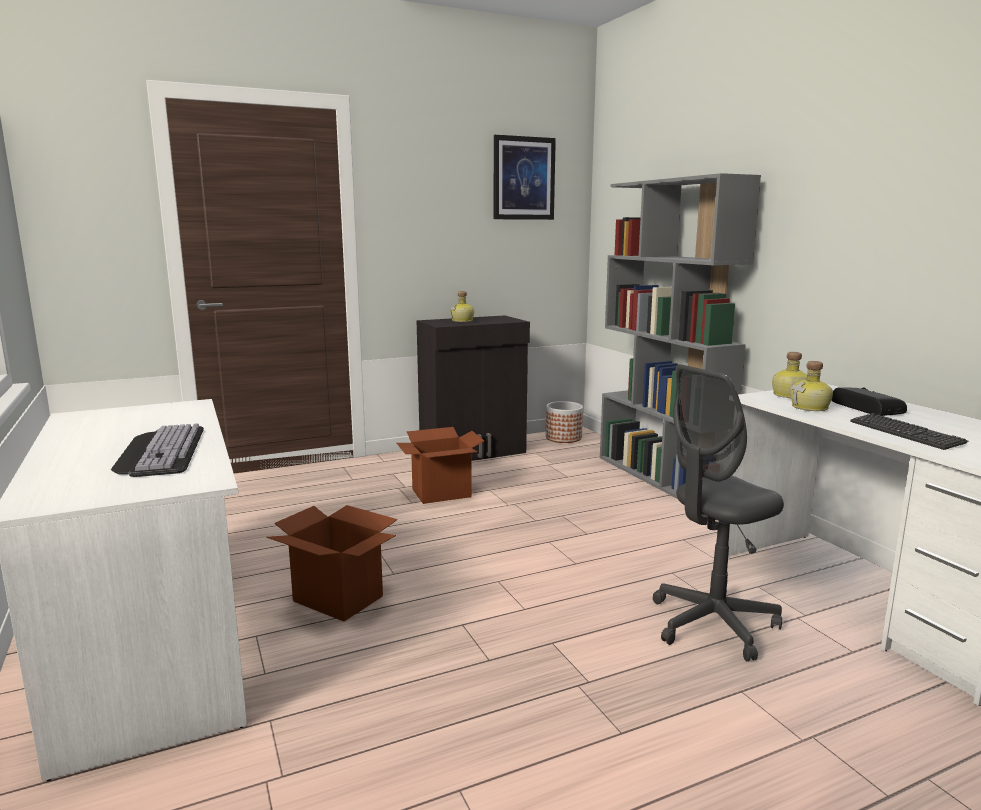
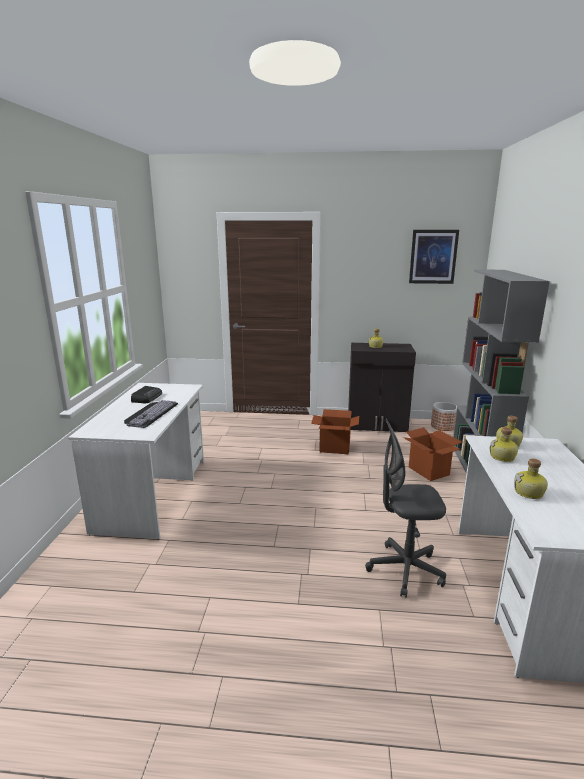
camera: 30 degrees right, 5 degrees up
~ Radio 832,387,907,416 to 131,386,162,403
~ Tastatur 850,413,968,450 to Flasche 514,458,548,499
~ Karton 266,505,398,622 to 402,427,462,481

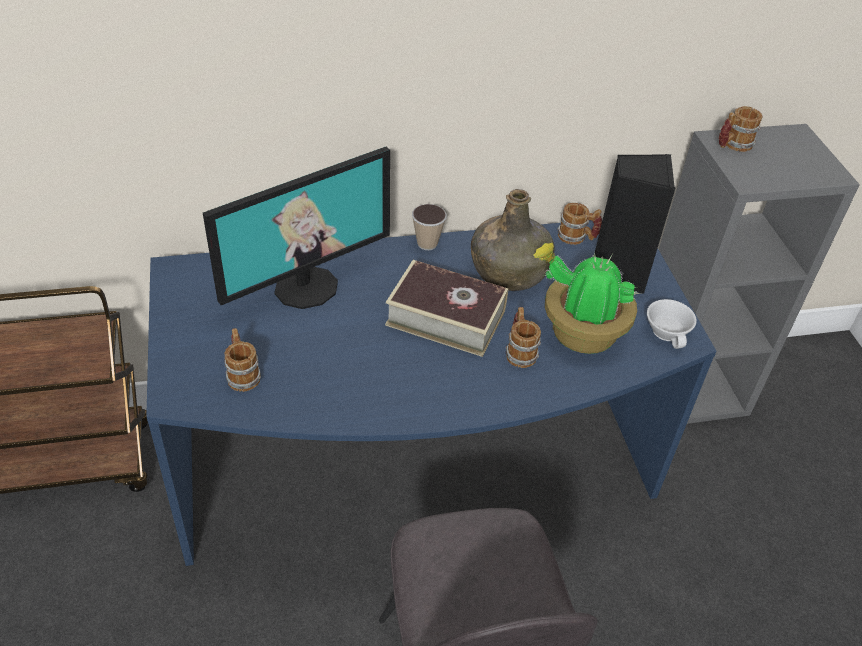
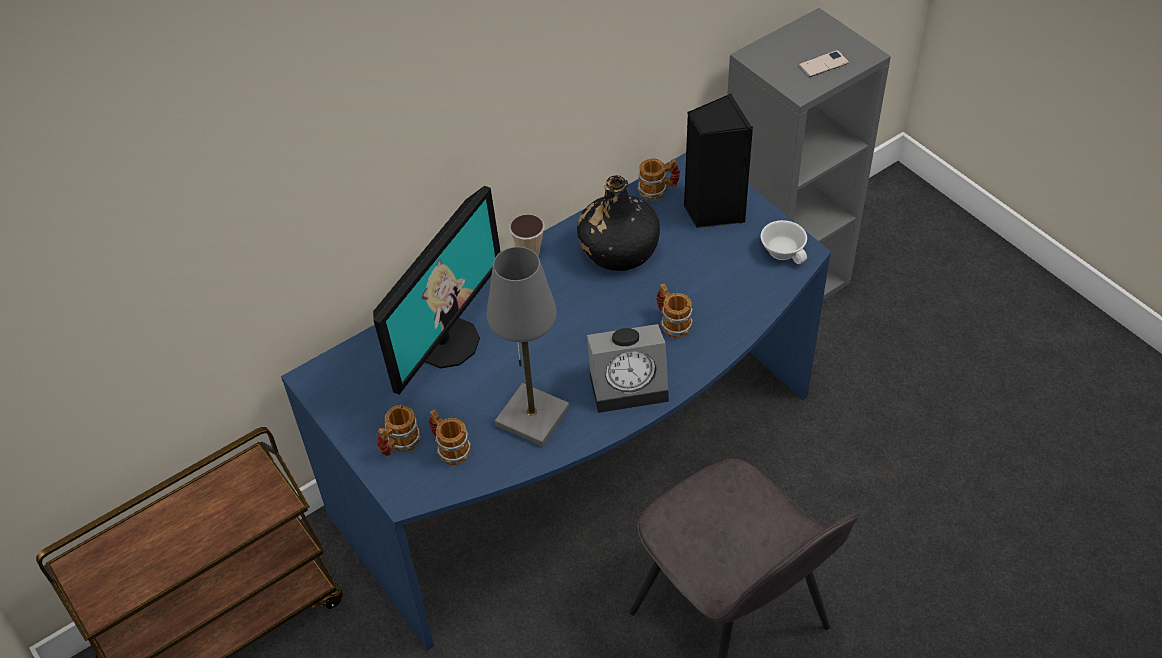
camera: 20 degrees left, 5 degrees up
~ Henkelbecher 719,106,762,152 to 378,405,421,456
~ Flasche (grün) 471,189,555,291 to Flasche (schwarz) 577,175,660,271
- Topfpflanze 533,243,641,354
- Buch 385,260,508,357
+ Handy 798,50,850,77
+ Tischlampe (grau) 487,247,569,447
+ Wecker 587,324,669,413

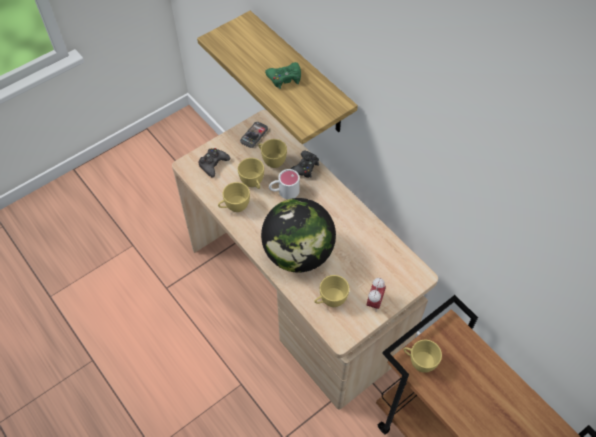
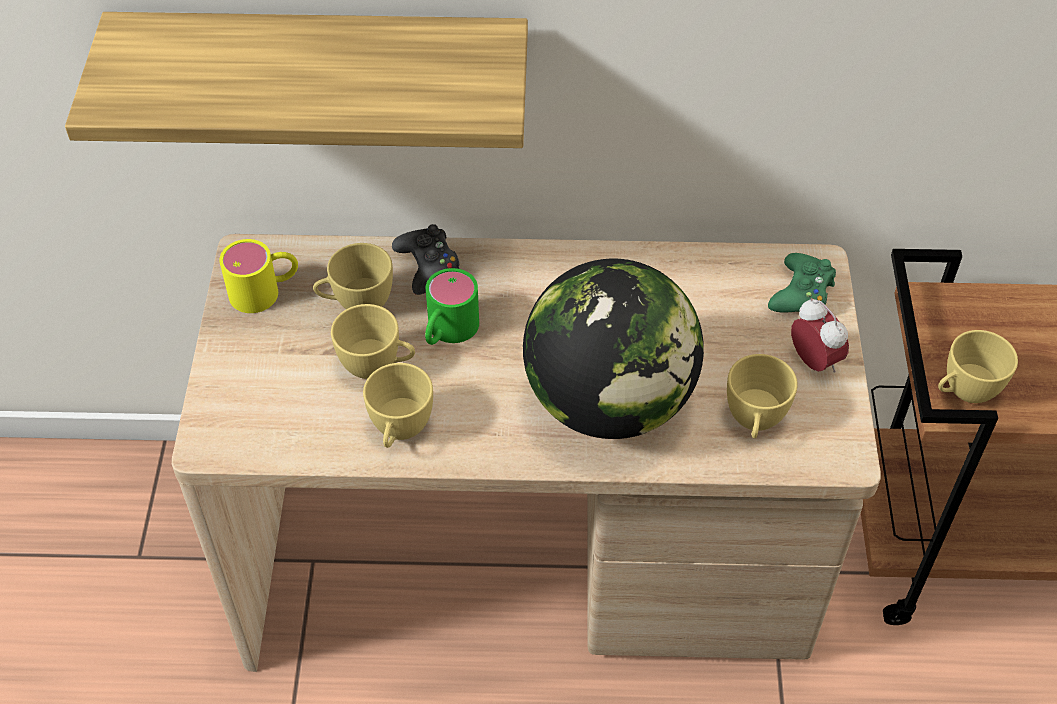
camera: 50 degrees left, 5 degrees down
~ Gamepad (grün) 265,62,301,89 to 768,253,836,313
~ Handy 240,122,268,148 to Henkelbecher (gelb) 219,239,298,313
- Gamepad (schwarz) 199,148,230,177
~ Henkelbecher (weiß) 269,169,300,199 to Henkelbecher (grün) 425,268,479,345

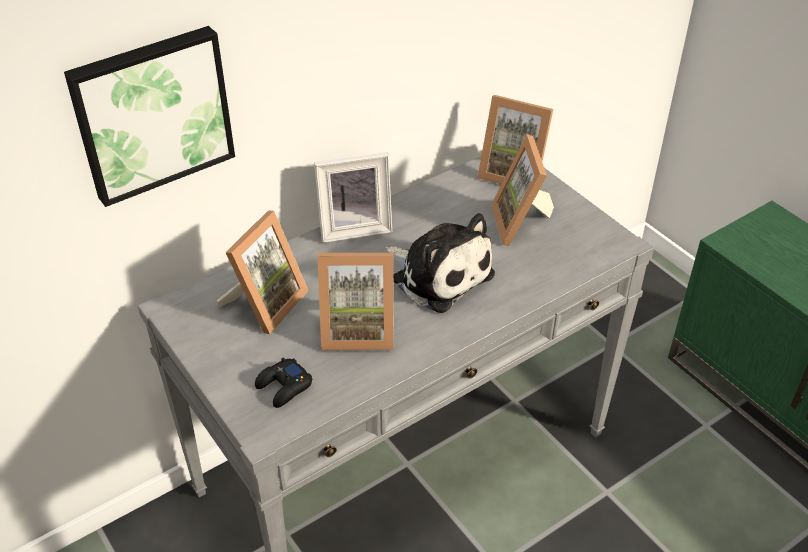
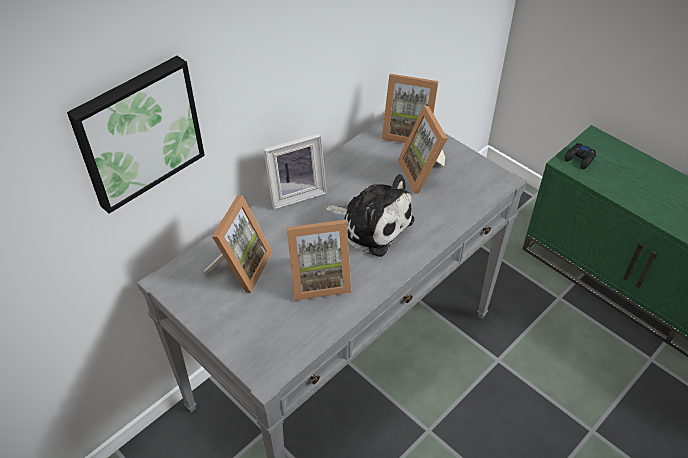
camera: 10 degrees left, 5 degrees up
~ Gamepad (schwarz) 255,358,312,408 to 565,143,596,169

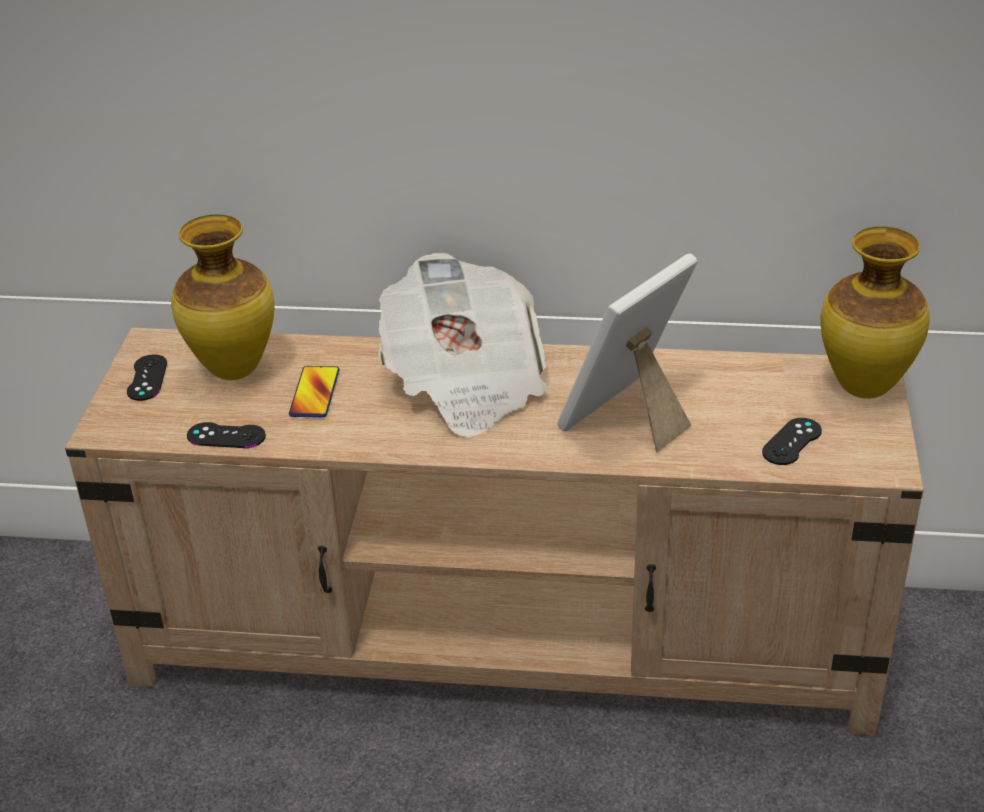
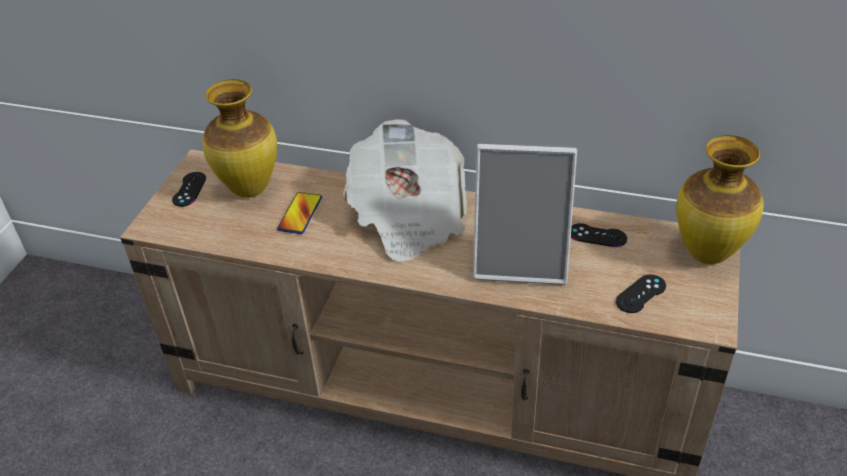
camera: 10 degrees right, 5 degrees up
~ Bilderrahmen 557,253,698,452 = 473,144,577,285 135 degrees counterclockwise
~ Gamepad (schwarz) 187,422,266,448 to 571,223,627,247

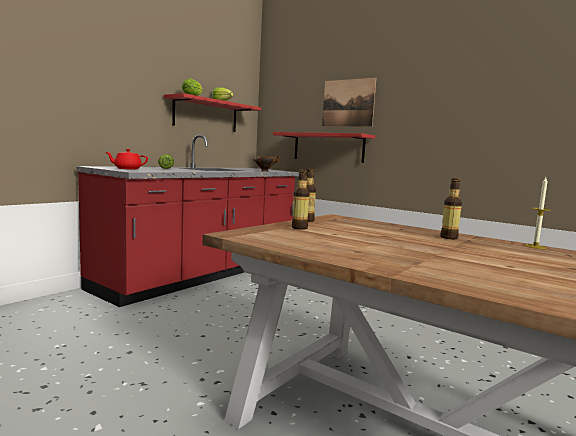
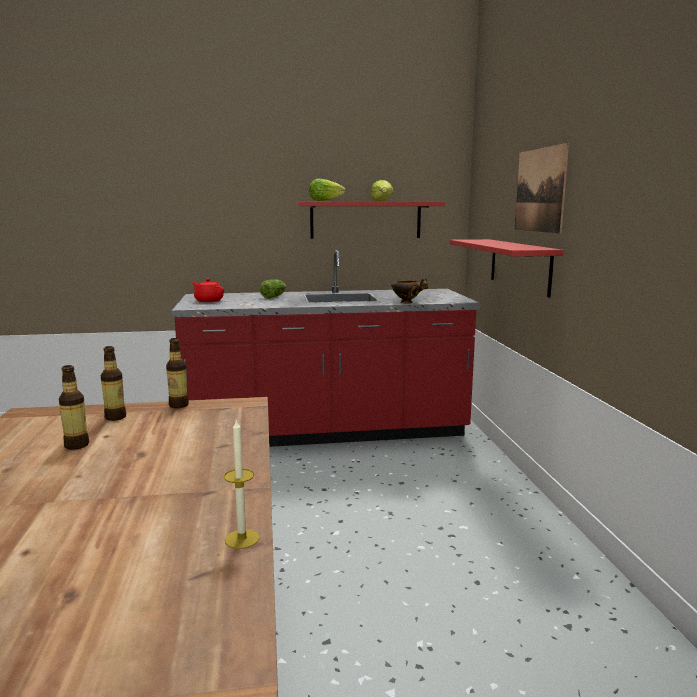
camera: 45 degrees right, 5 degrees up
~ Flasche 440,178,462,239 to 59,365,89,450

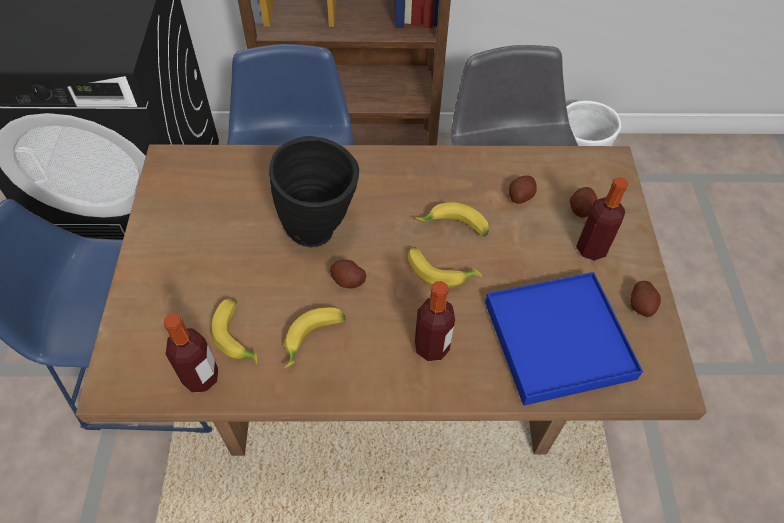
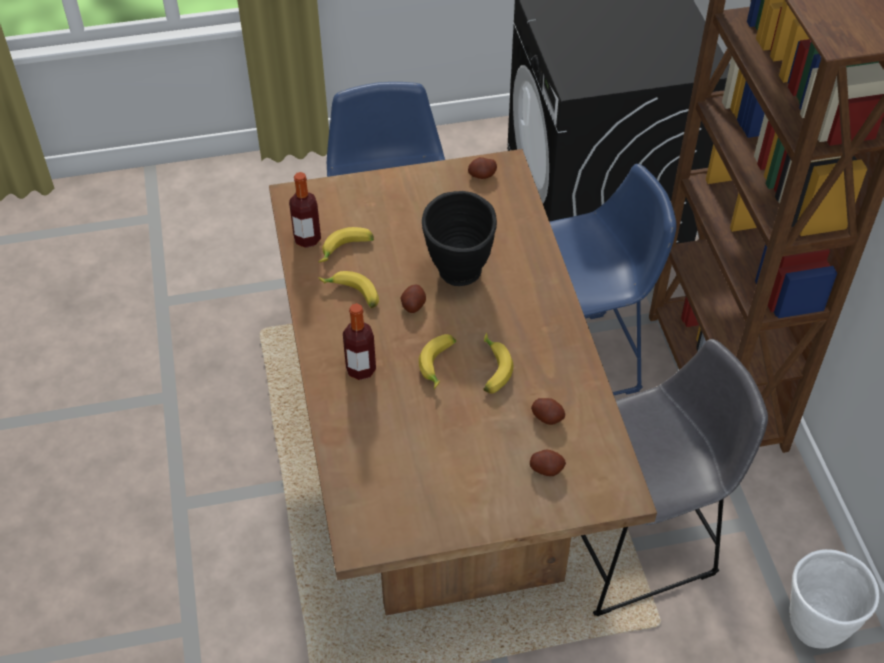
camera: 80 degrees right, 5 degrees down
- Flasche 576,177,628,261
- Tablett (blau) 485,272,643,406
~ Kartoffel 630,281,661,317 to 468,157,497,179

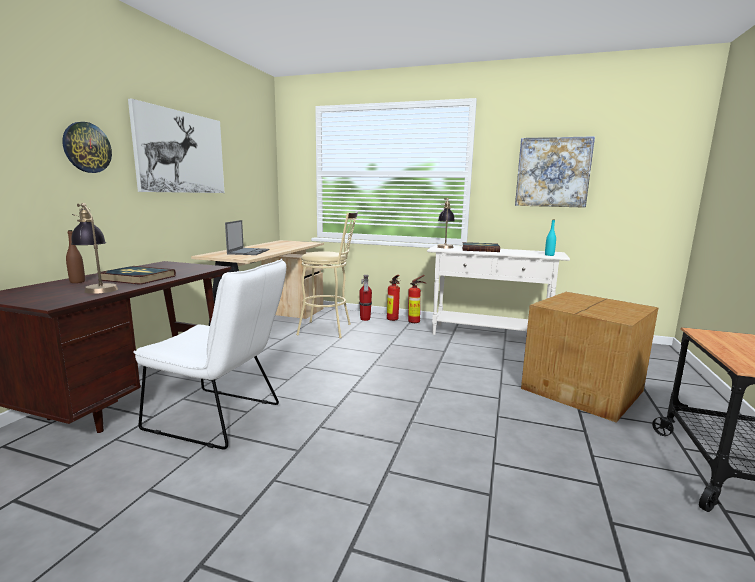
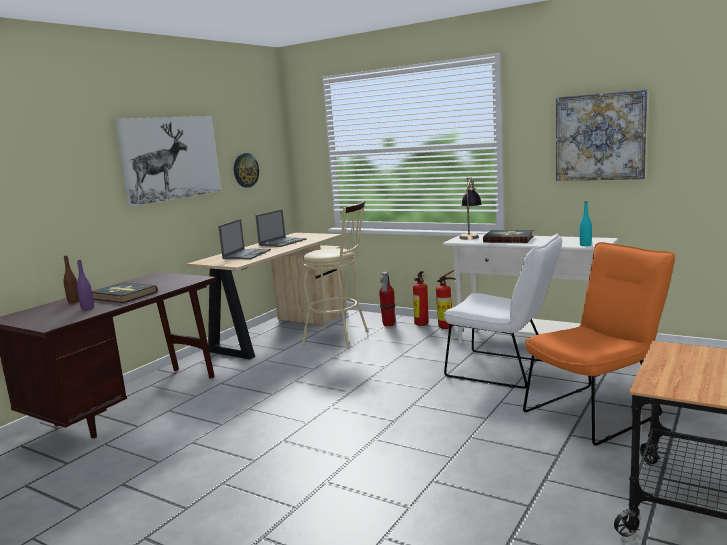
camera: 15 degrees right, 0 degrees up
~ Wanduhr 62,122,112,173 to 234,153,259,188
~ Tischlampe 71,203,118,294 to Flasche (lila) 77,260,94,310
~ Stuhl (weiß) 133,259,286,450 to 443,233,562,389
~ Karton 521,292,659,423 to Stuhl (orange) 523,242,675,446
+ Laptop 255,210,306,247

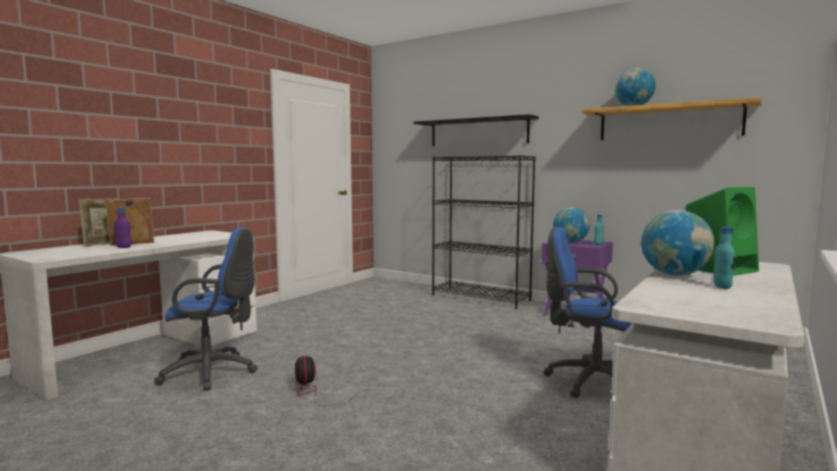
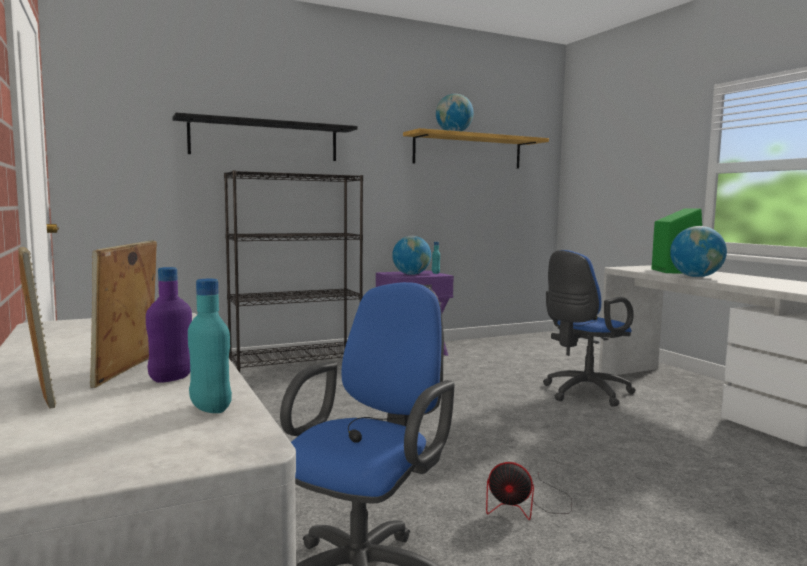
camera: 60 degrees left, 0 degrees up
~ Flasche (türkis) 713,227,735,289 to 188,279,232,413

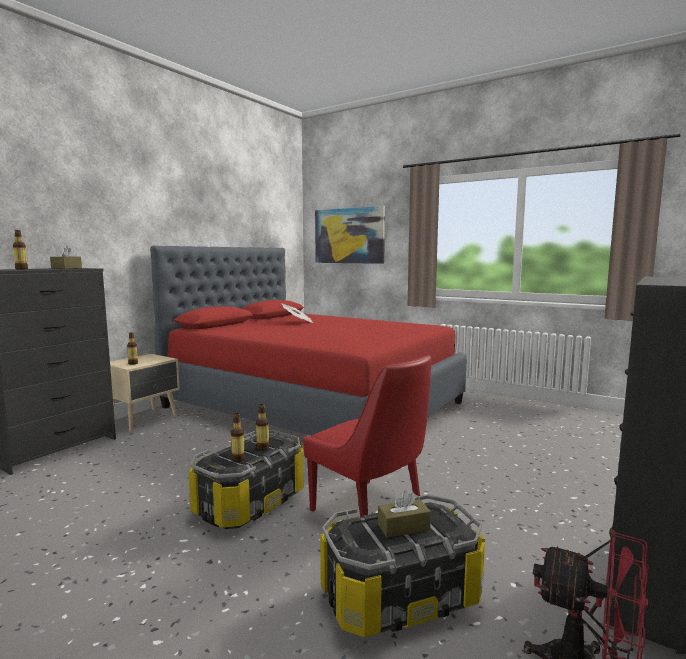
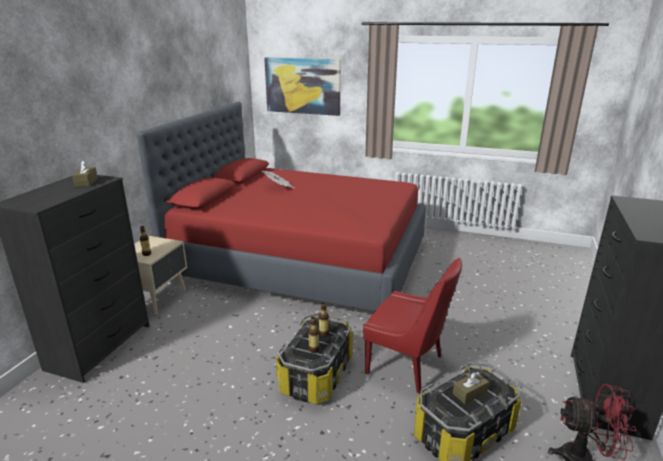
camera: 15 degrees left, 15 degrees up
- Flasche 13,230,28,270

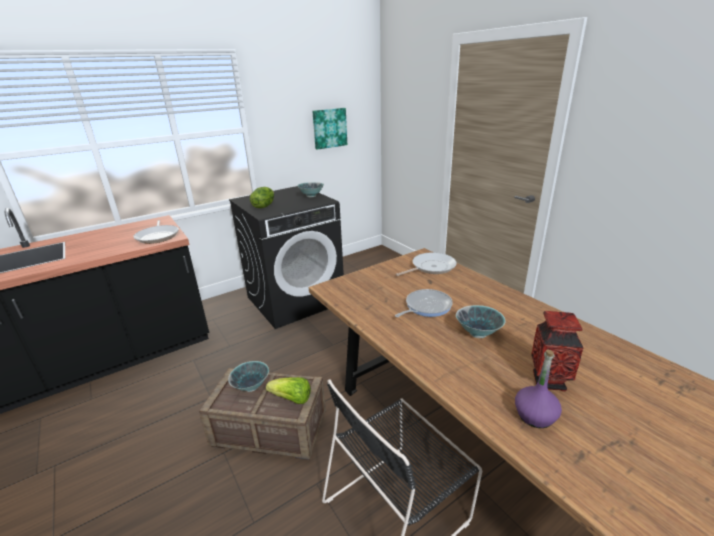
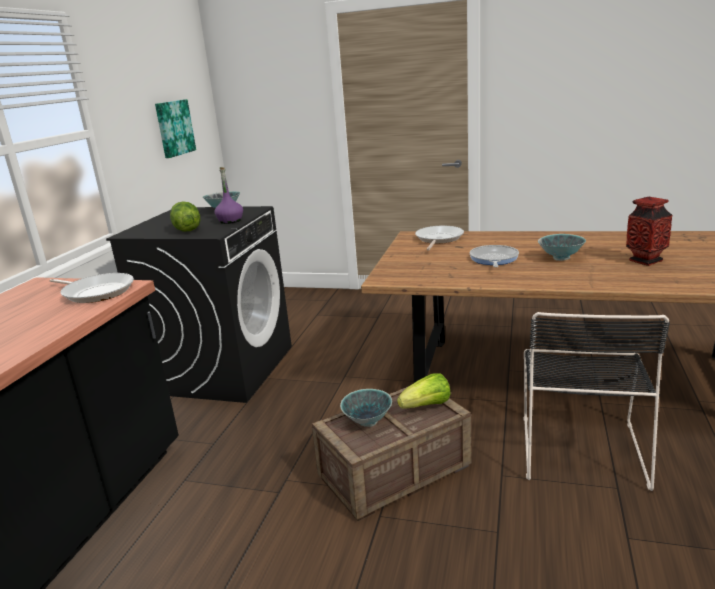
camera: 40 degrees left, 5 degrees down
~ Flasche (lila) 515,349,562,428 to 215,167,243,224

